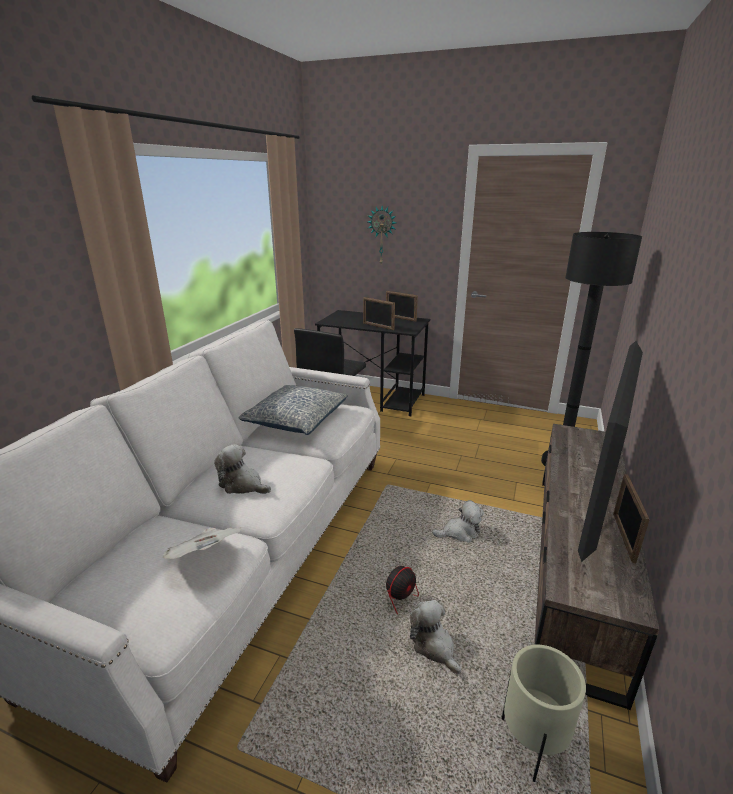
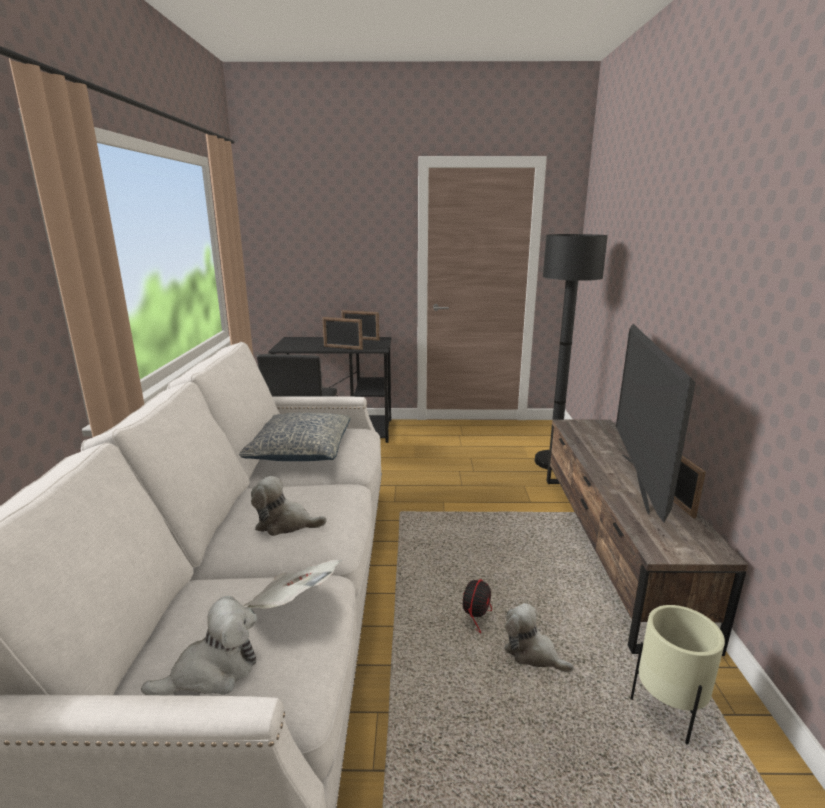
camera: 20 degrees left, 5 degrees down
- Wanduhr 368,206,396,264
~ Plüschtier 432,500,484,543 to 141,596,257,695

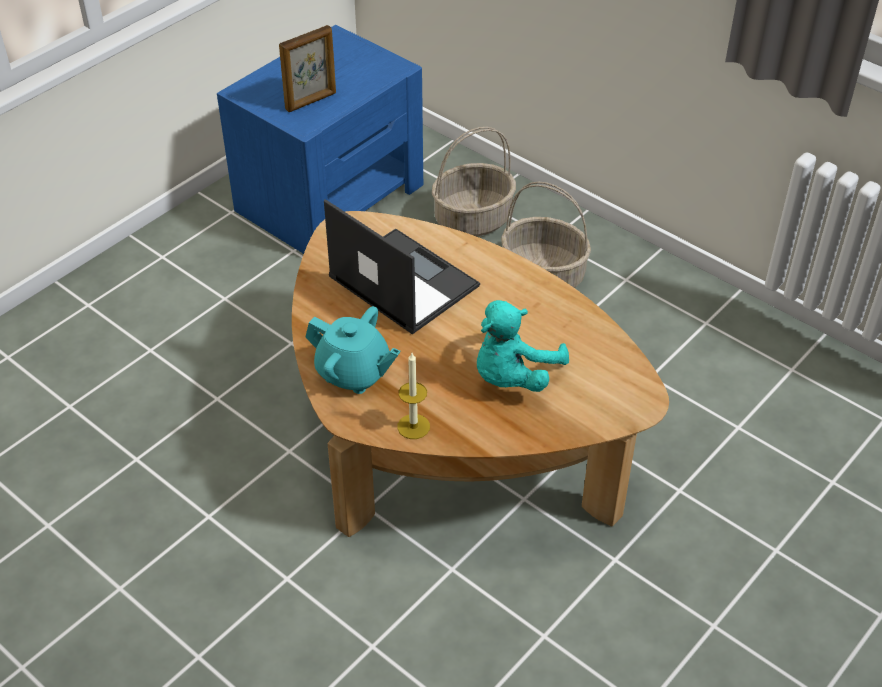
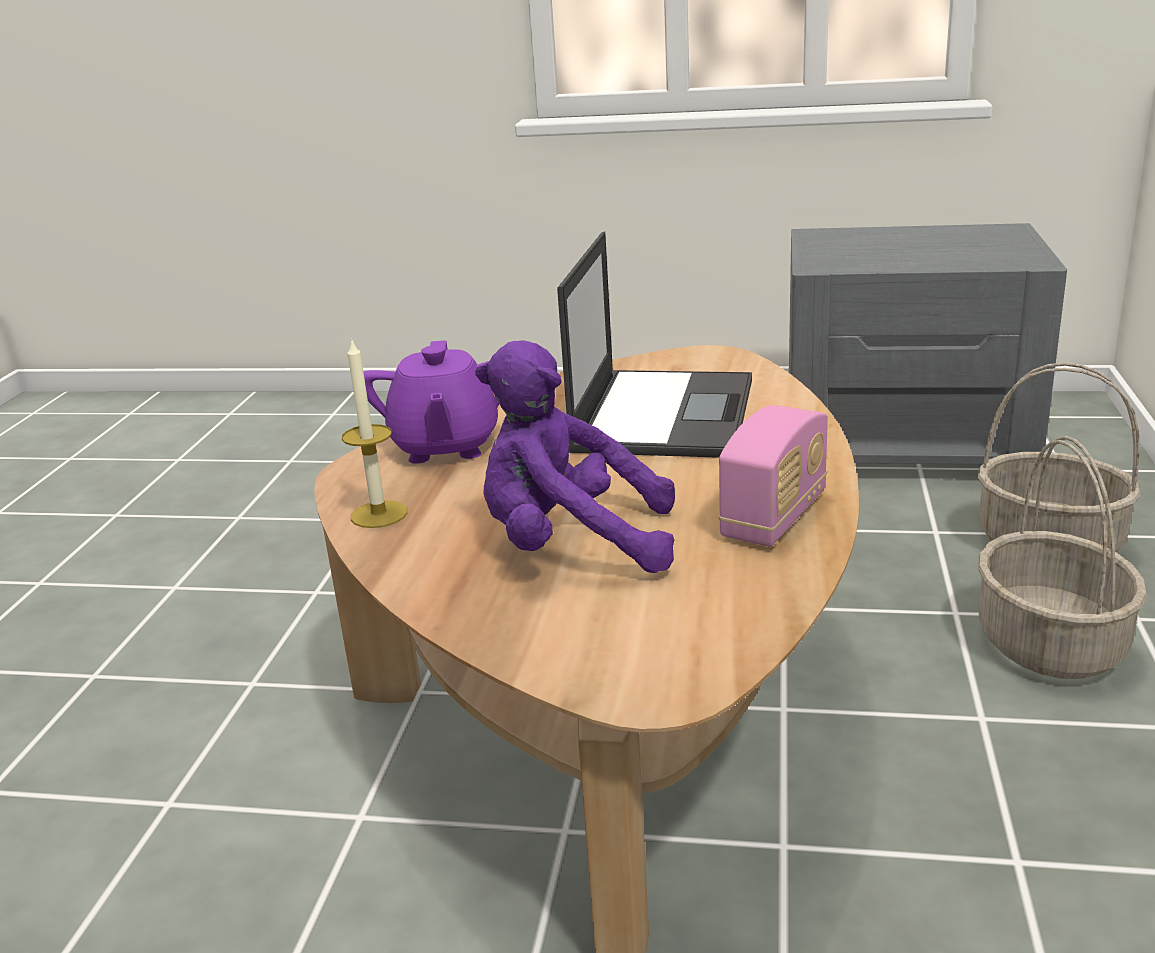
camera: 60 degrees right, 20 degrees down
~ Nachttisch (blau) 217,25,423,254 to Nachttisch (grau) 789,223,1067,464
- Bilderrahmen 279,25,336,112
~ Plüschtier (türkis) 477,300,569,392 to Plüschtier (lila) 475,340,675,573
~ Teekanne (türkis) 305,306,400,394 to Teekanne (lila) 363,340,499,464
+ Radio 719,405,828,546

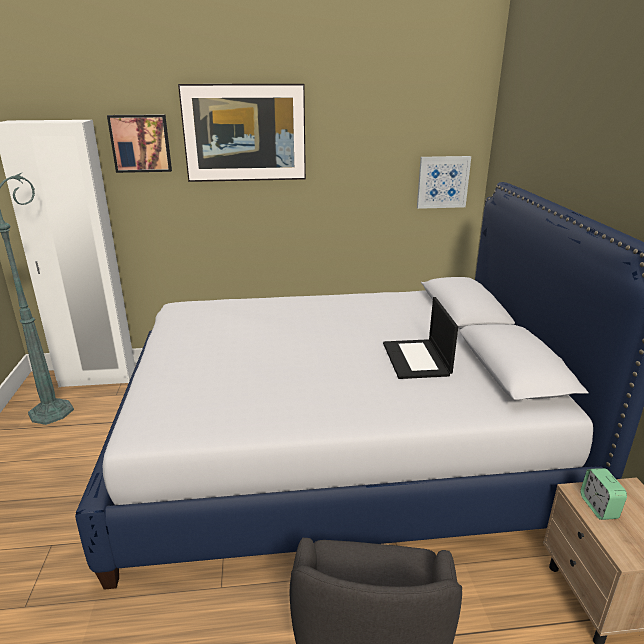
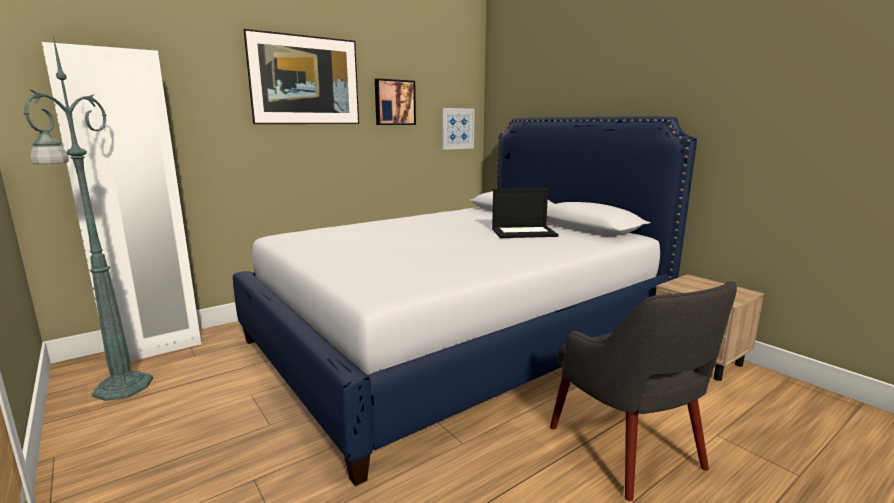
camera: 30 degrees left, 10 degrees down
~ Bild 107,114,172,173 to 375,78,416,125
~ Laptop 383,297,458,379 = 492,188,559,238 60 degrees counterclockwise
- Wecker 580,468,627,520

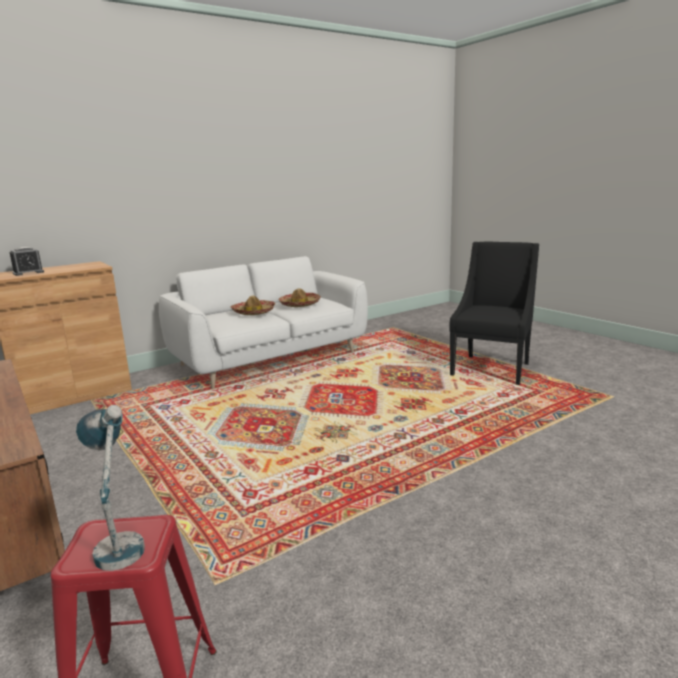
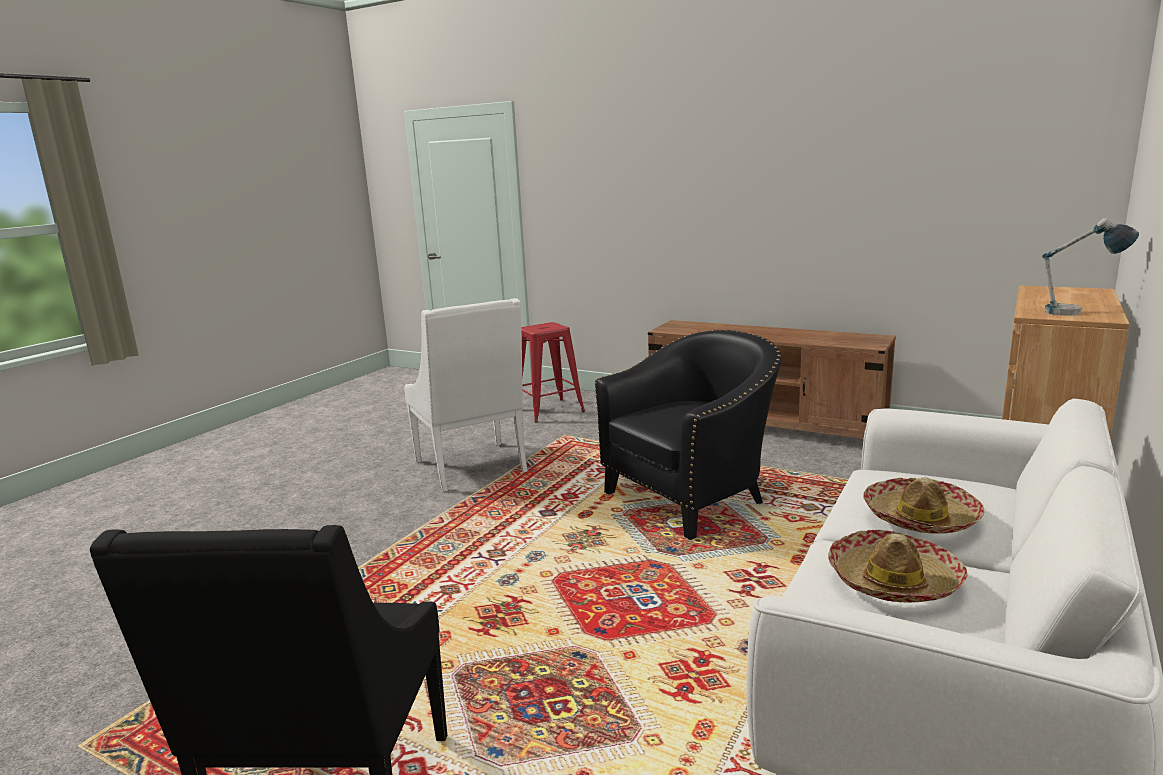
camera: 155 degrees right, 0 degrees up
- Wecker 9,247,44,276
~ Tischlampe 76,405,145,571 to 1042,218,1139,316
+ Sessel (weiß) 404,298,528,492
+ Sessel (schwarz) 595,329,782,540

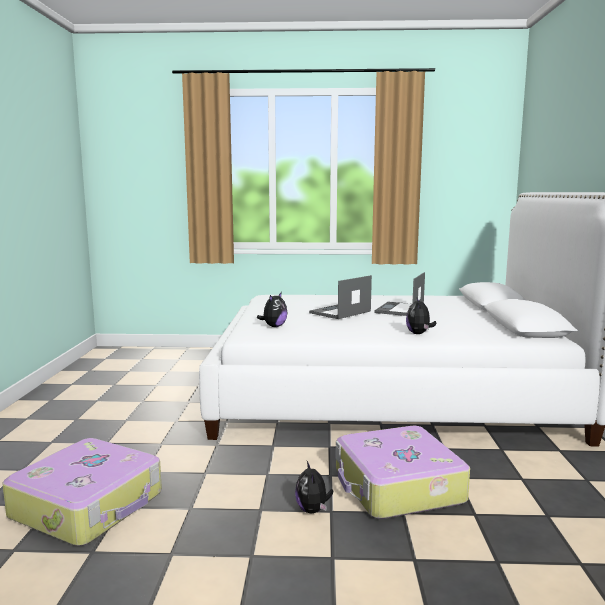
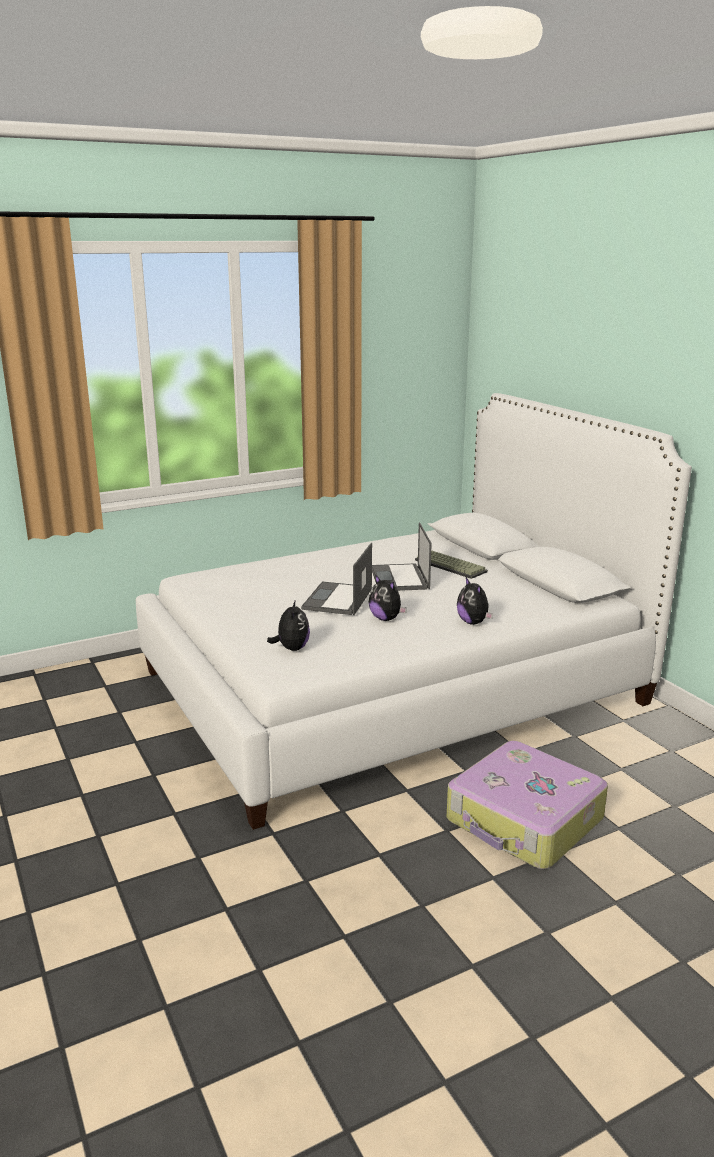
camera: 30 degrees left, 10 degrees up
- Koffer 2,438,162,546
~ Plüschtier 295,461,333,513 to 369,574,407,621
+ Tastatur 415,550,488,579

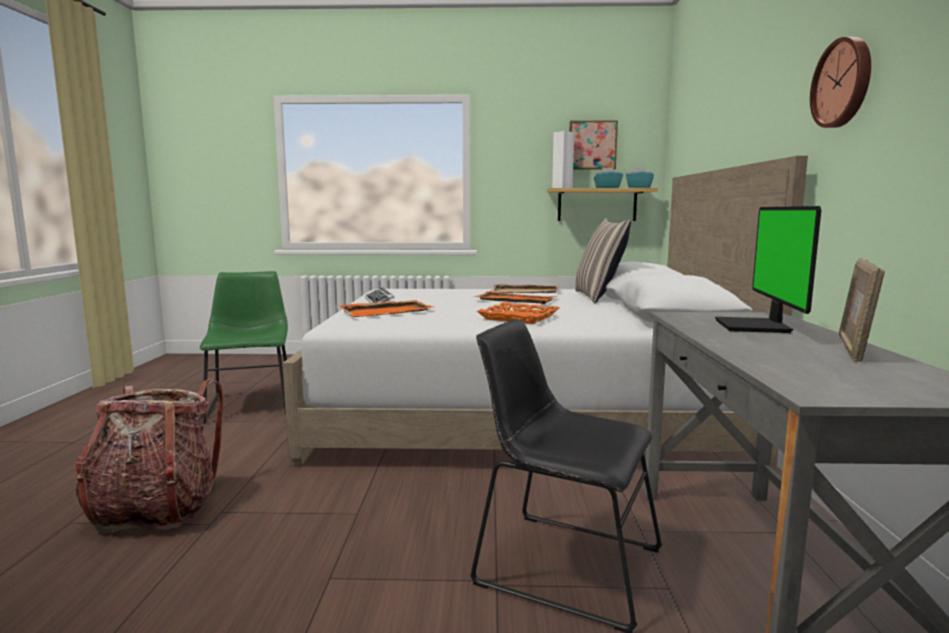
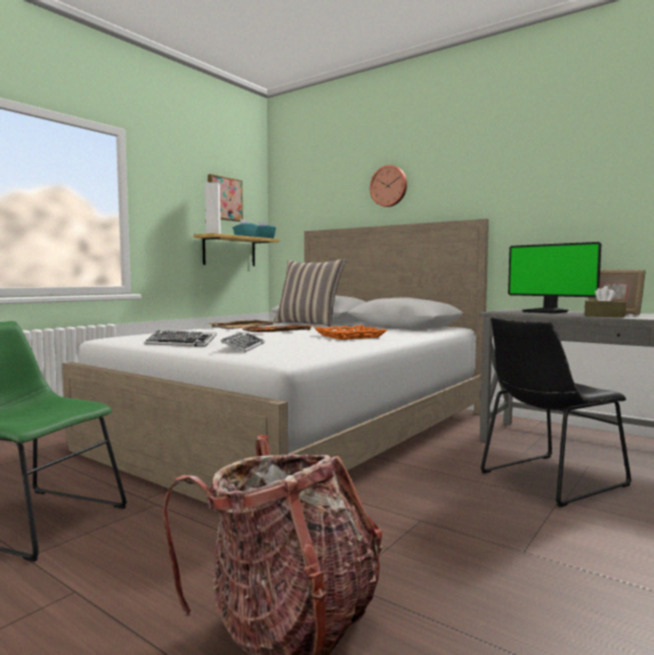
camera: 55 degrees left, 5 degrees down
~ Wanduhr 810,37,871,128 to 370,165,407,207
~ Tablett (orange) 339,300,433,317 to Tastatur 220,332,265,352
+ Taschentuchbox (braun) 584,286,626,317

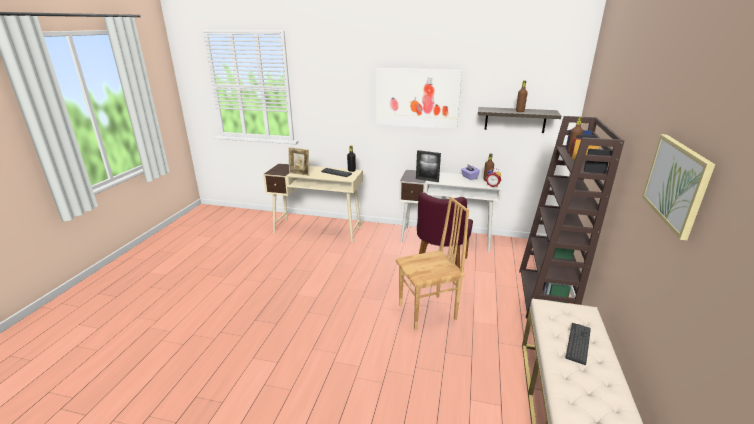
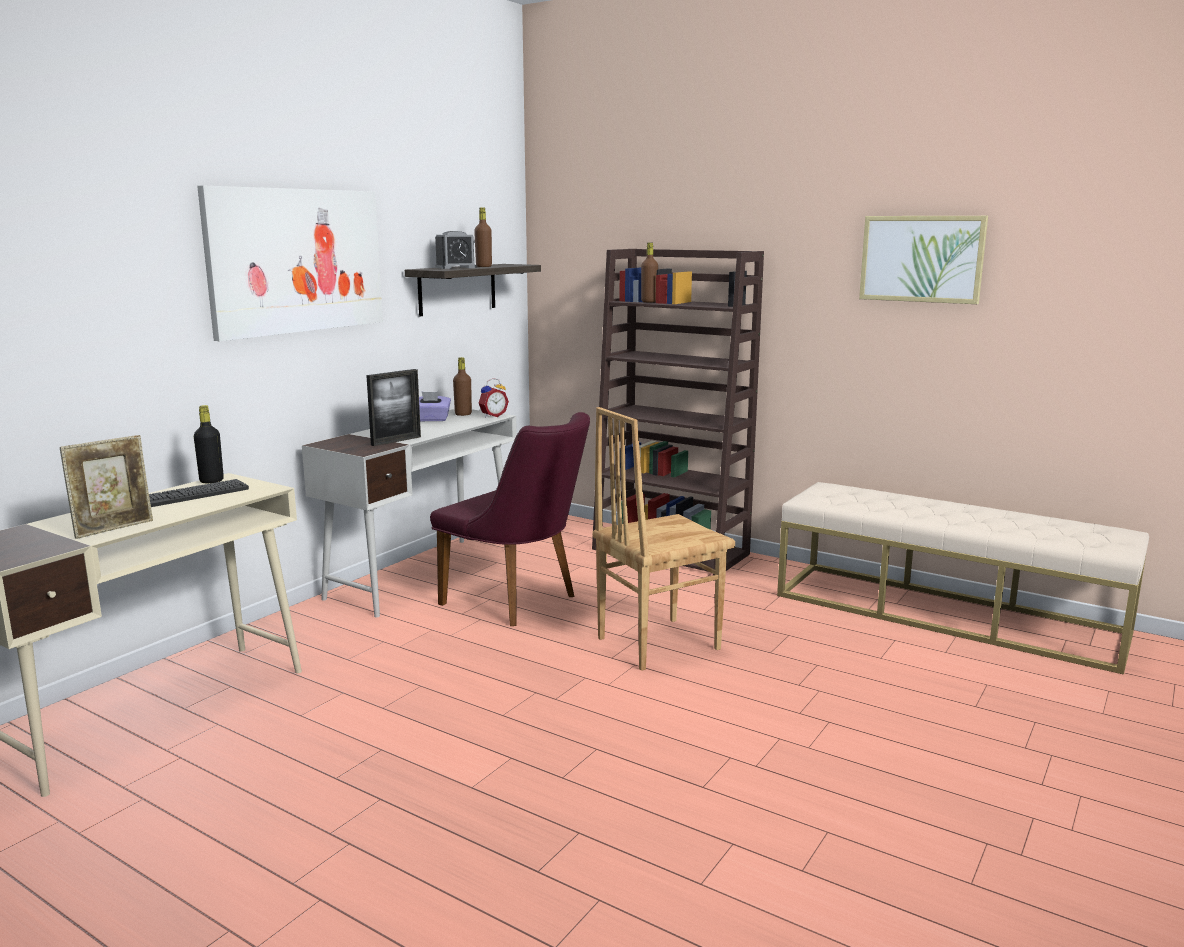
camera: 70 degrees left, 10 degrees down
~ Stuhl (braun) 396,197,469,330 = 593,407,735,671 120 degrees counterclockwise
- Tastatur 565,323,591,365
+ Wecker 435,231,477,269

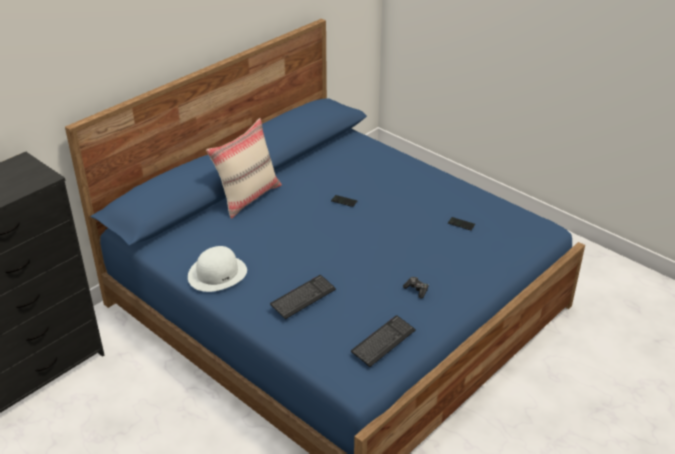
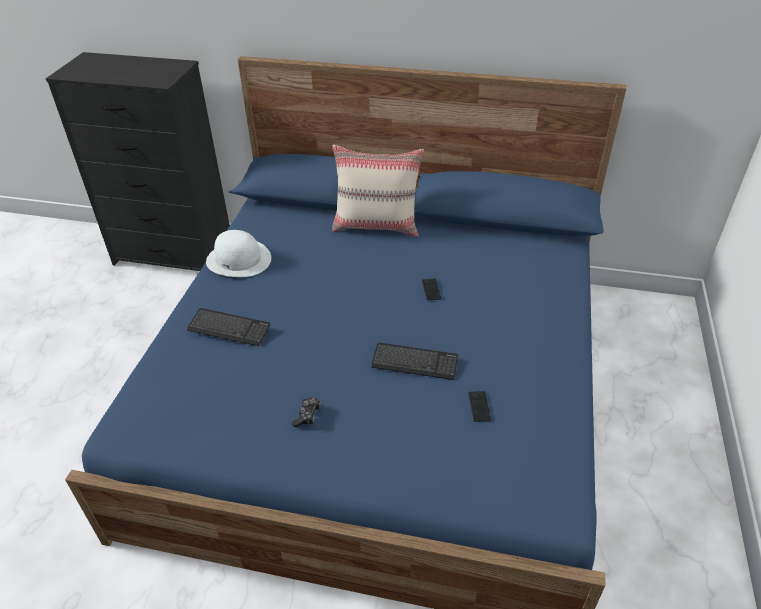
camera: 60 degrees right, 5 degrees up
~ Tastatur 351,315,416,367 to 371,343,458,380

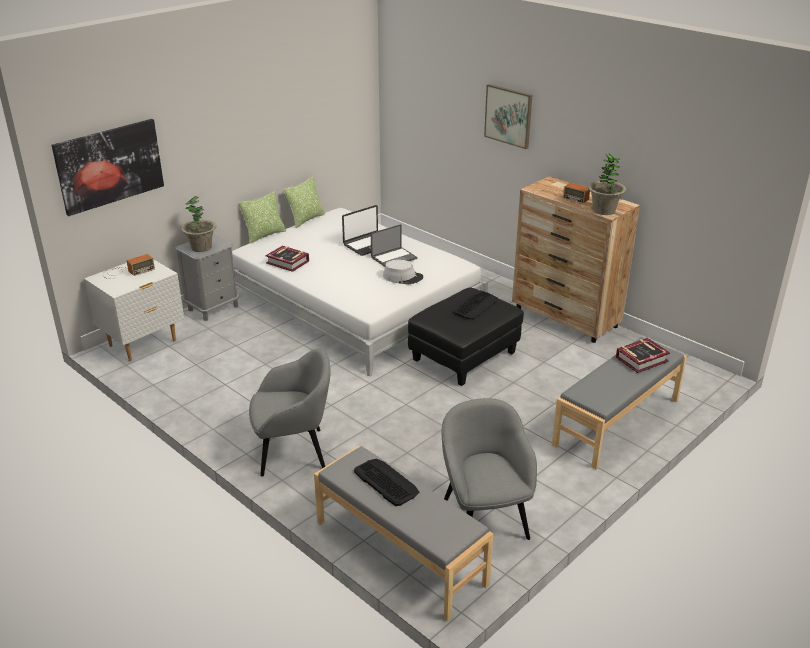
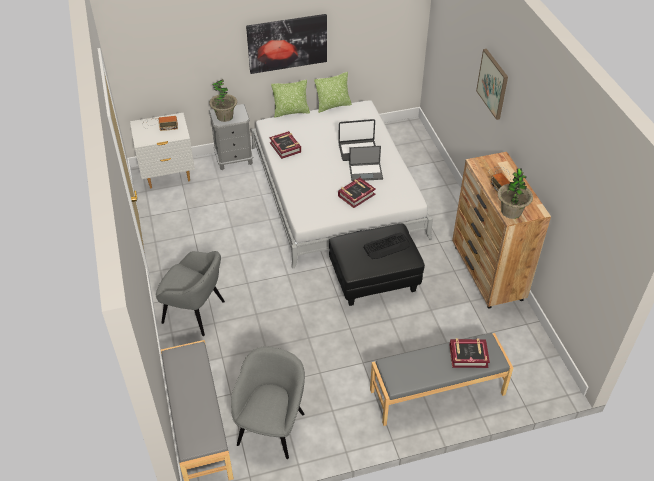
camera: 30 degrees right, 15 degrees up
~ Bild 52,119,164,216 to 246,14,327,74
~ Hut (grau) 383,260,423,284 to Buch 338,178,376,208
- Tastatur 354,458,420,506

